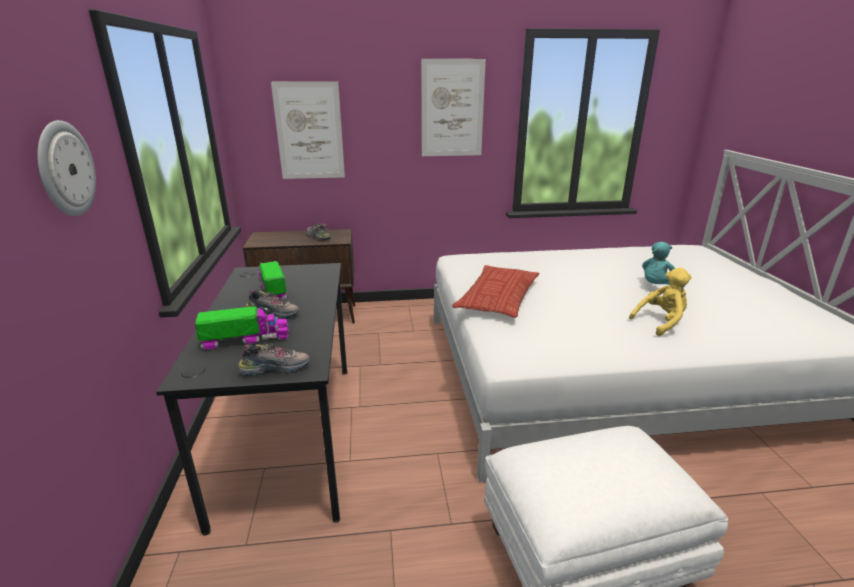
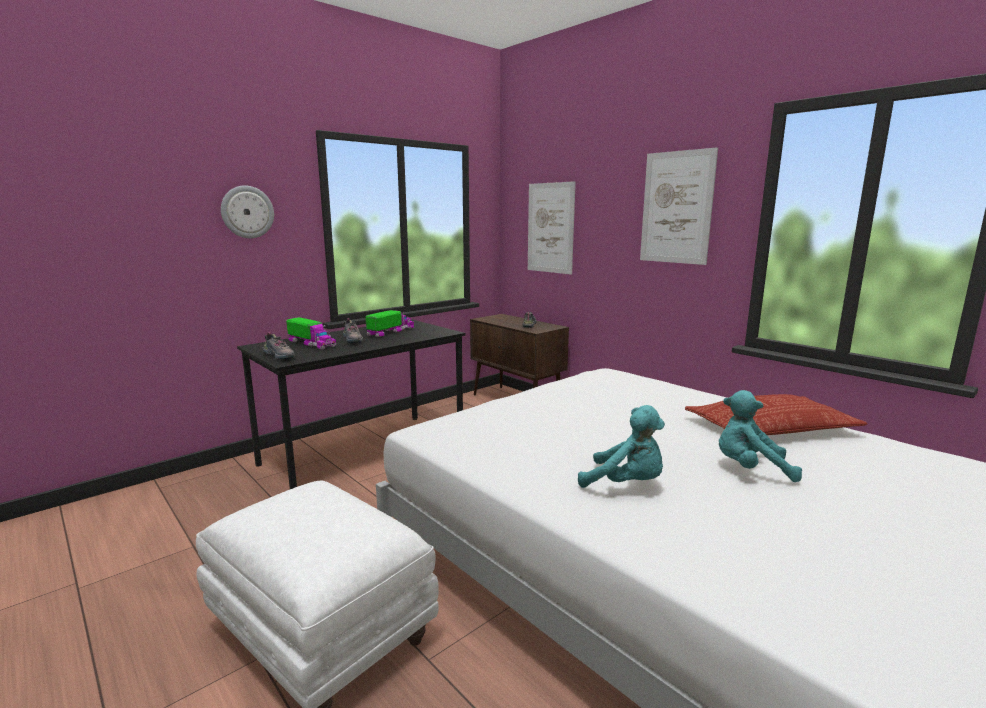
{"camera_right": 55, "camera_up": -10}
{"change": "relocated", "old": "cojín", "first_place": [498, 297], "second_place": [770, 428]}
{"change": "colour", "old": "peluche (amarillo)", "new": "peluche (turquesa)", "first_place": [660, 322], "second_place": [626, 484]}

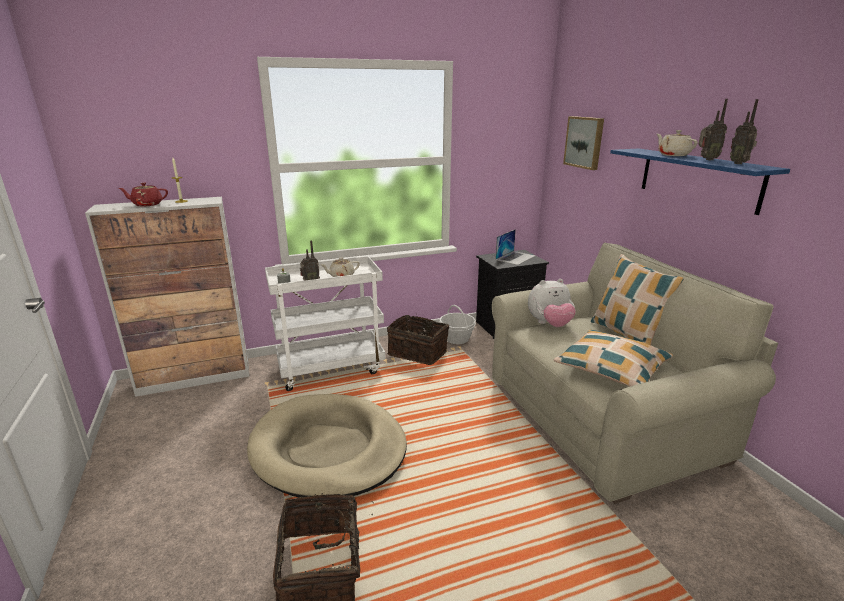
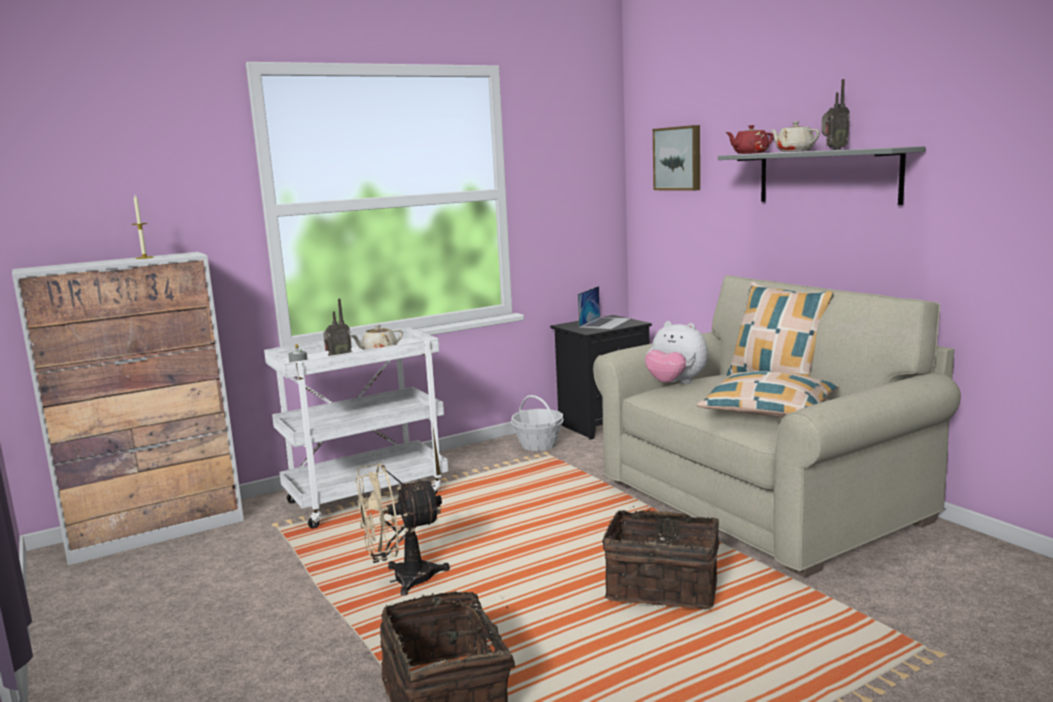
{"camera_right": -10, "camera_up": -10}
{"change": "missing", "old": "radio", "first_place": [739, 163]}
{"change": "relocated", "old": "tetera (rojo)", "first_place": [147, 204], "second_place": [750, 153]}
{"change": "relocated", "old": "cesta", "first_place": [418, 352], "second_place": [662, 587]}
{"change": "exchanged", "old": "cama para perro (beis)", "new": "ventilador (beis)", "first_place": [328, 449], "second_place": [402, 580]}
{"change": "colour", "old": "estante (azul)", "new": "estante (gris)", "first_place": [698, 178], "second_place": [827, 176]}
{"change": "spun", "old": "peluche", "first_place": [549, 324], "second_place": [675, 384], "degrees": 60}

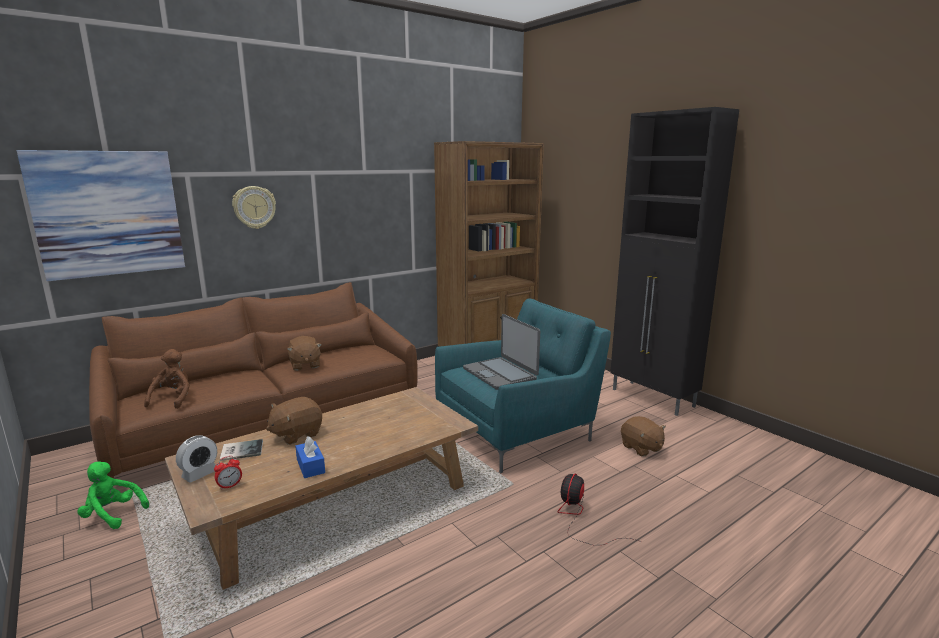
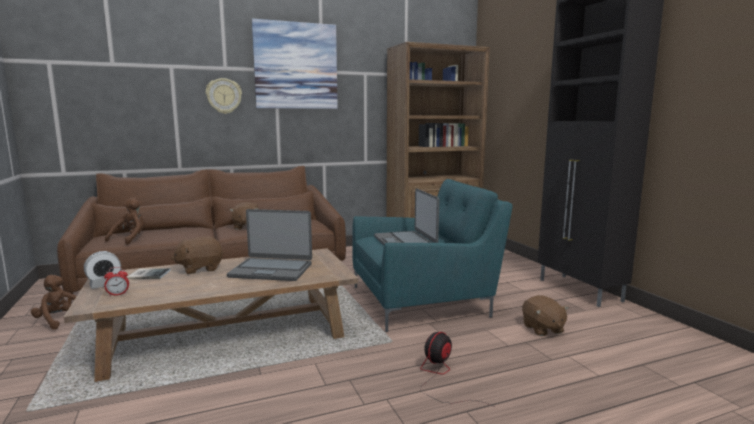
{"camera_right": 15, "camera_up": -5}
{"change": "missing", "old": "caja de pañuelos (azul)", "first_place": [310, 466]}
{"change": "appeared", "new": "portátil", "second_place": [271, 270]}
{"change": "relocated", "old": "cuadro", "first_place": [108, 213], "second_place": [296, 66]}
{"change": "colour", "old": "peluche (verde)", "new": "peluche (marrón)", "first_place": [112, 515], "second_place": [60, 321]}

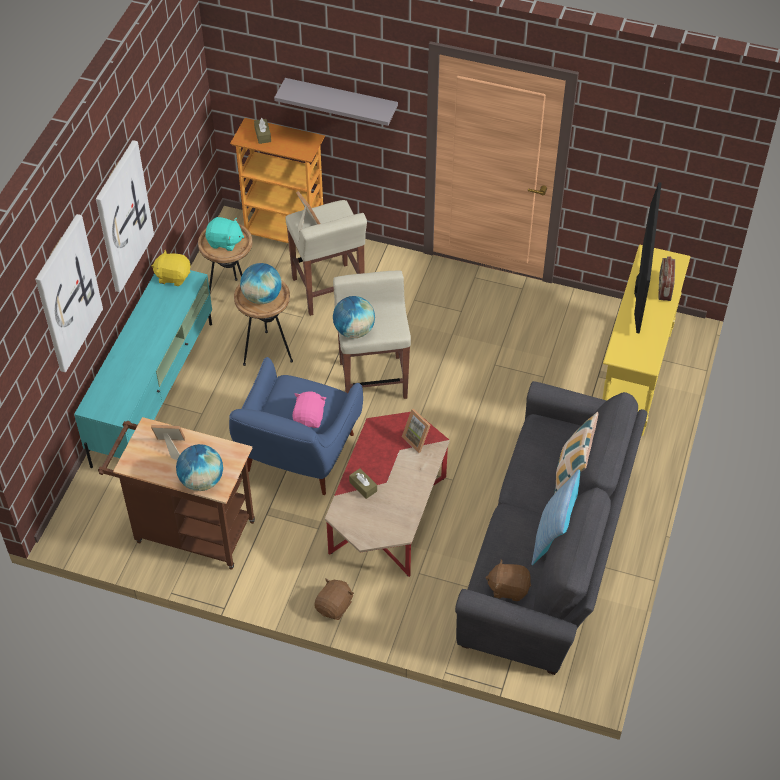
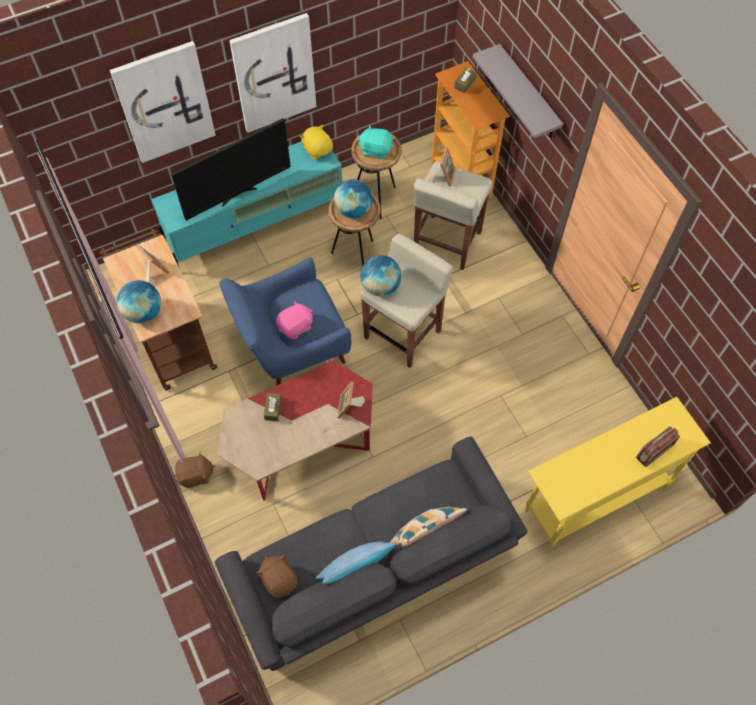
{"camera_right": 45, "camera_up": 10}
{"change": "relocated", "old": "televisor", "first_place": [640, 288], "second_place": [238, 195]}
{"change": "spun", "old": "peluche (turquesa)", "first_place": [224, 242], "second_place": [376, 150], "degrees": 135}

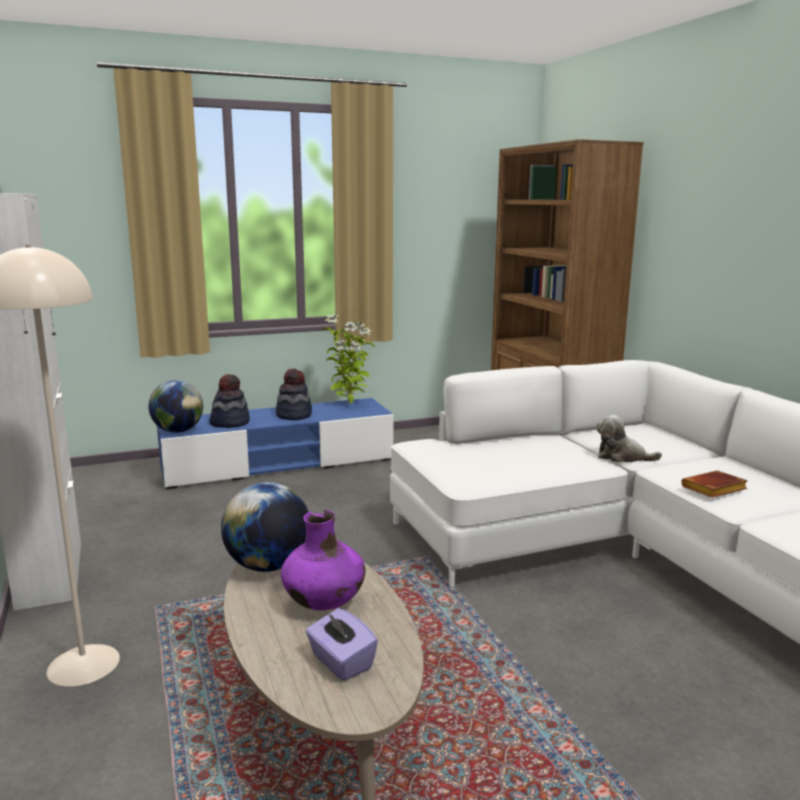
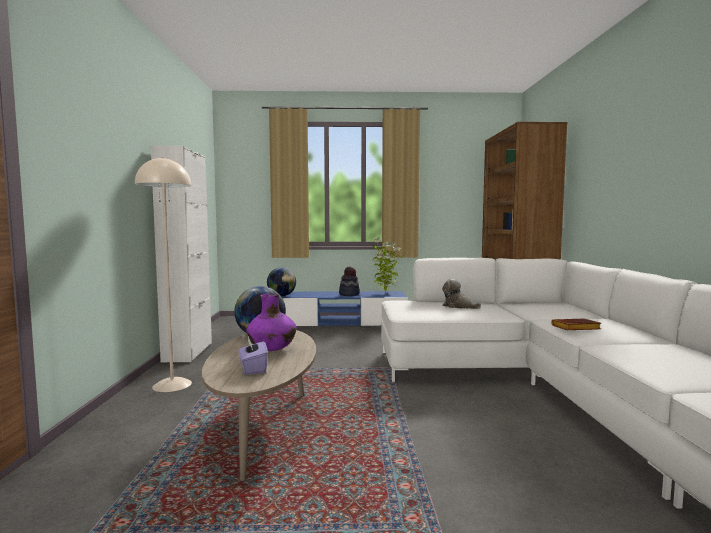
{"camera_right": 20, "camera_up": -10}
{"change": "missing", "old": "sombrero", "first_place": [230, 423]}
{"change": "relocated", "old": "peluche", "first_place": [622, 457], "second_place": [458, 306]}

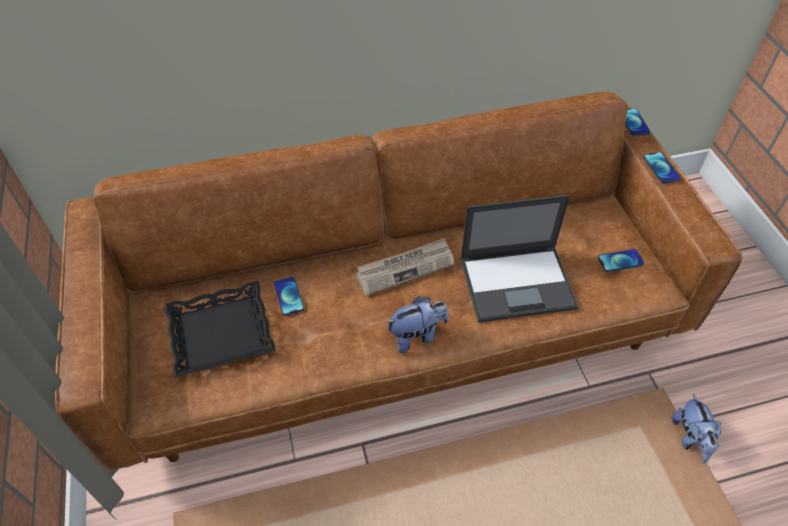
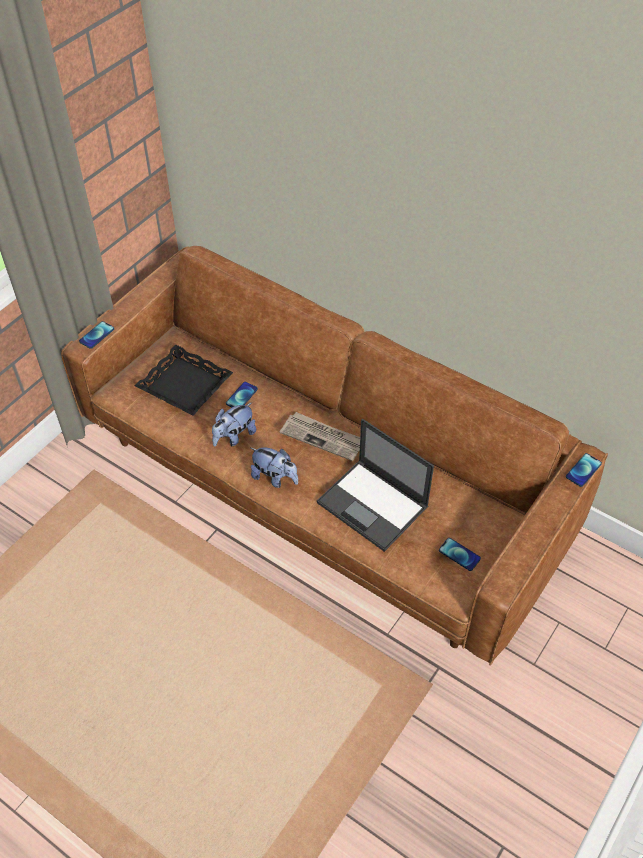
{"camera_right": 50, "camera_up": 0}
{"change": "relocated", "old": "móvil", "first_place": [661, 168], "second_place": [97, 335]}
{"change": "relocated", "old": "peluche", "first_place": [690, 438], "second_place": [234, 436]}

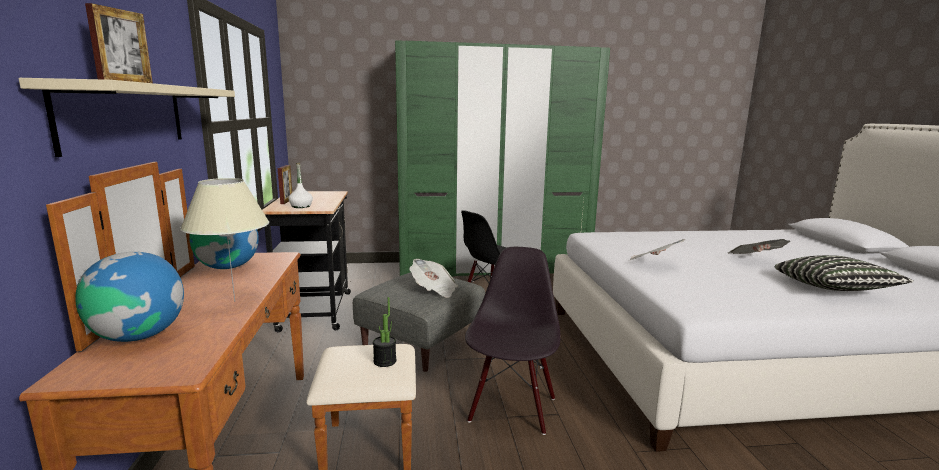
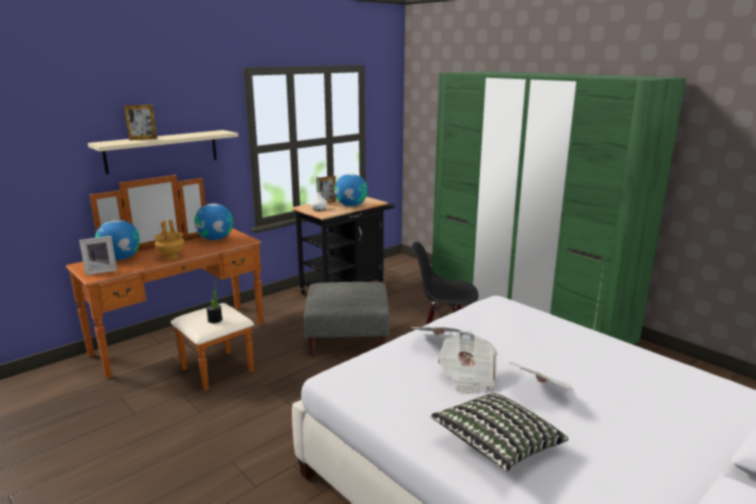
{"camera_right": 55, "camera_up": 5}
{"change": "missing", "old": "silla (negro)", "first_place": [511, 408]}
{"change": "appeared", "new": "portarretratos", "second_place": [101, 271]}
{"change": "appeared", "new": "globo terráqueo", "second_place": [351, 205]}
{"change": "relocated", "old": "periódico", "first_place": [434, 290], "second_place": [467, 377]}
{"change": "exchanged", "old": "lámpara de mesa (beis)", "new": "florero (marrón)", "first_place": [235, 301], "second_place": [171, 257]}

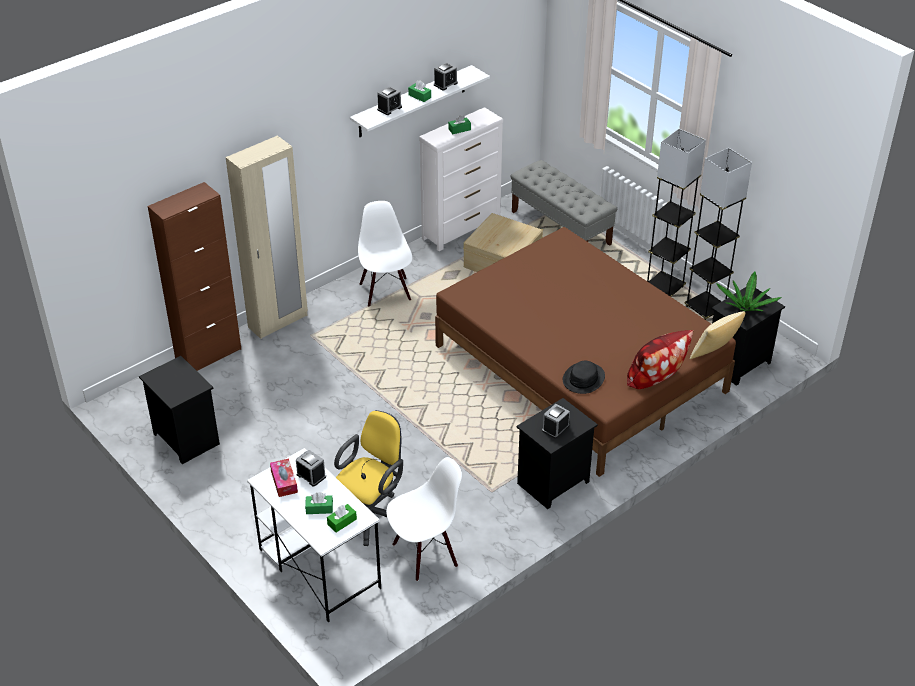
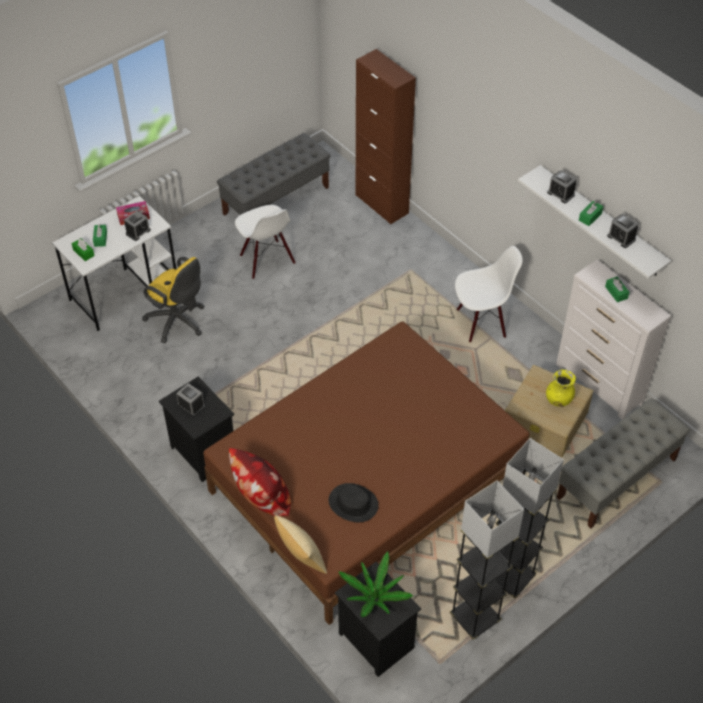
{"camera_right": 90, "camera_up": 10}
{"change": "missing", "old": "armario ropero (beis)", "first_place": [278, 321]}
{"change": "appeared", "new": "florero (amarillo)", "second_place": [558, 400]}
{"change": "relocated", "old": "silla (blanco)", "first_place": [425, 554], "second_place": [266, 260]}
{"change": "relocated", "old": "sombrero (negro)", "first_place": [583, 379], "second_place": [353, 503]}
{"change": "exchanged", "old": "mesita de noche (negro)", "new": "banco (gris)", "first_place": [185, 439], "second_place": [276, 200]}

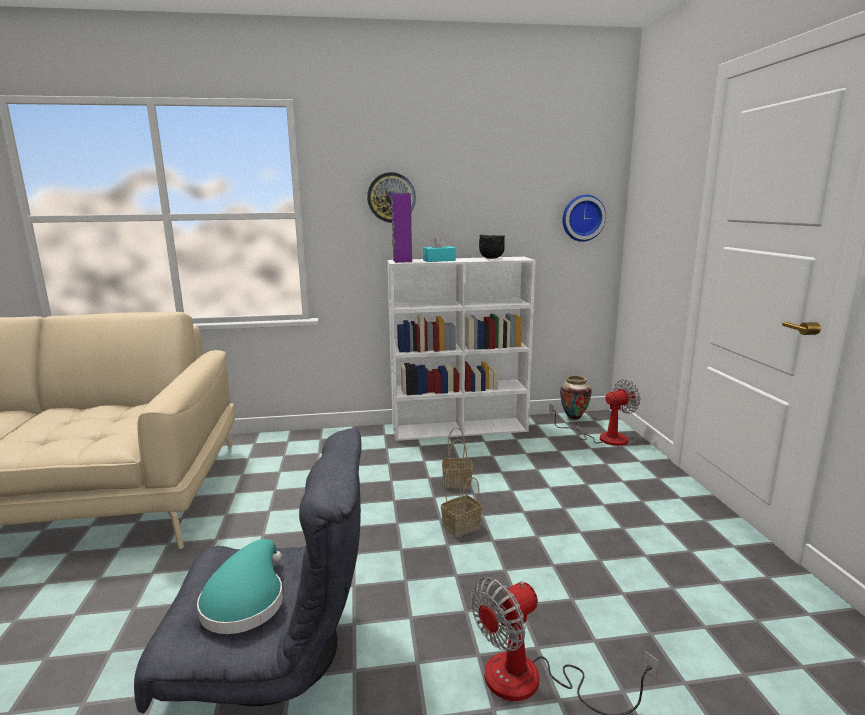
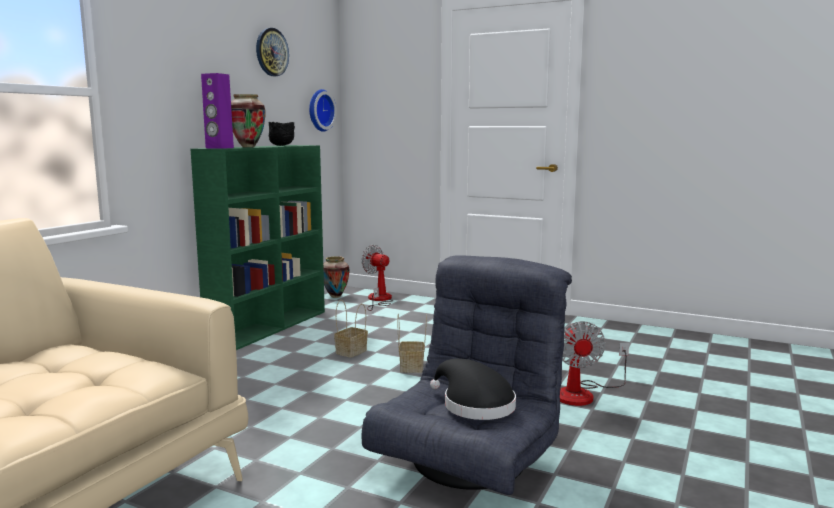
{"camera_right": -55, "camera_up": -5}
{"change": "relocated", "old": "reloj de pared", "first_place": [391, 197], "second_place": [271, 52]}
{"change": "exchanged", "old": "caja de pañuelos (turquesa)", "new": "florero", "first_place": [439, 260], "second_place": [248, 147]}
{"change": "colour", "old": "sombrero (turquesa)", "new": "sombrero (negro)", "first_place": [246, 600], "second_place": [474, 405]}
{"change": "colour", "old": "estantería (blanco)", "new": "estantería (verde)", "first_place": [461, 429], "second_place": [269, 326]}
{"change": "spun", "old": "ventilador", "first_place": [602, 438], "second_place": [379, 300], "degrees": -60}

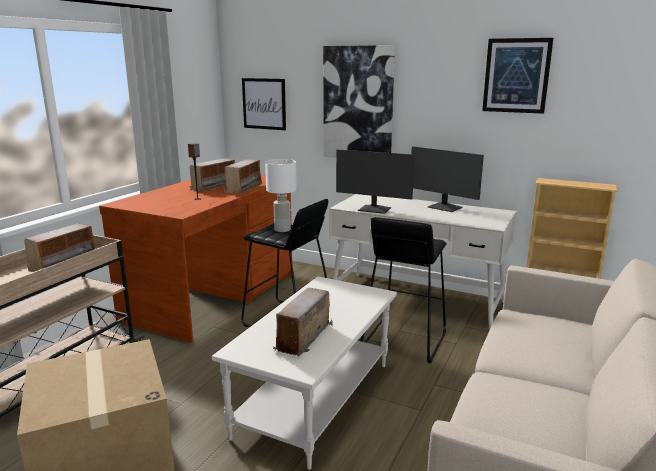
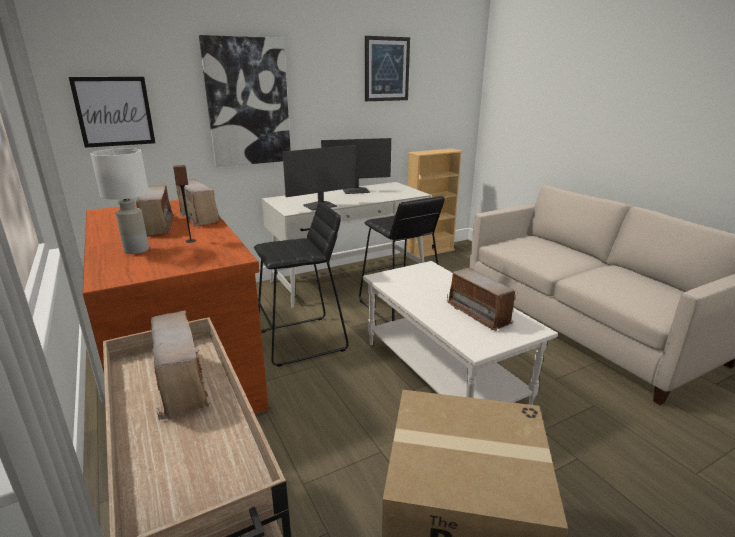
{"camera_right": -55, "camera_up": 5}
{"change": "relocated", "old": "lámpara de mesa (blanco)", "first_place": [283, 229], "second_place": [137, 250]}

